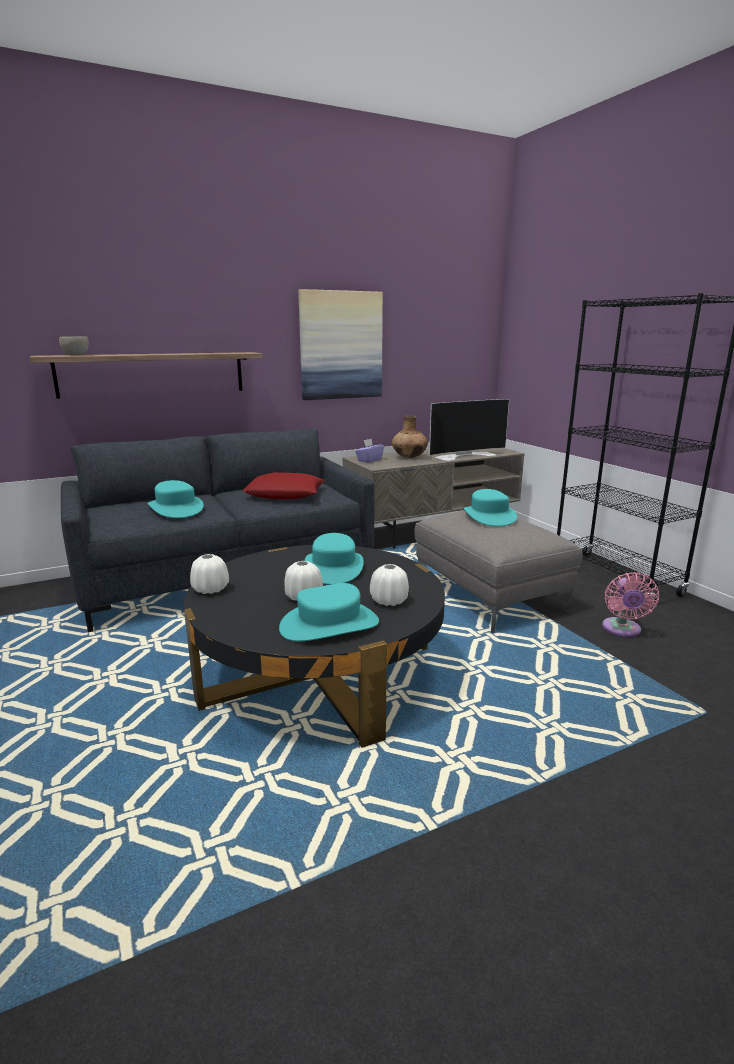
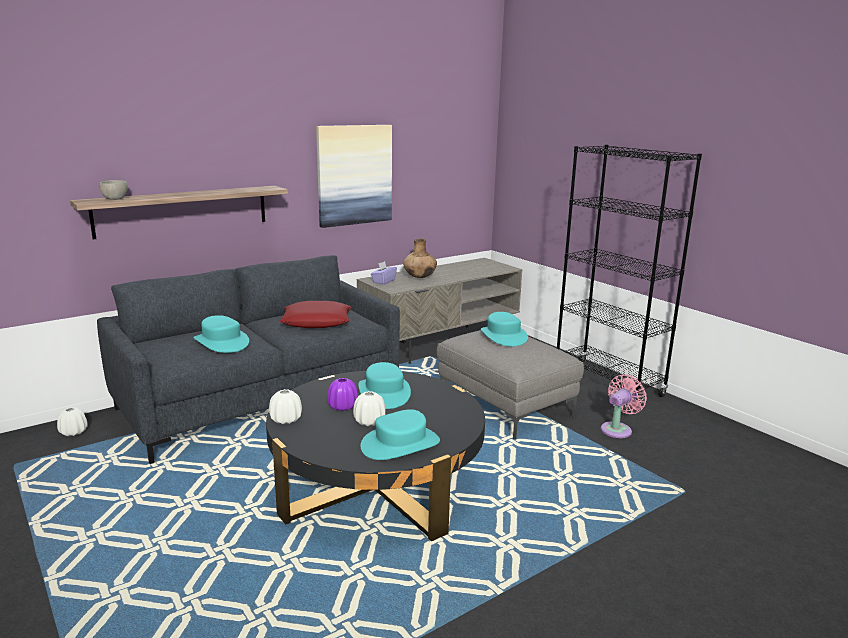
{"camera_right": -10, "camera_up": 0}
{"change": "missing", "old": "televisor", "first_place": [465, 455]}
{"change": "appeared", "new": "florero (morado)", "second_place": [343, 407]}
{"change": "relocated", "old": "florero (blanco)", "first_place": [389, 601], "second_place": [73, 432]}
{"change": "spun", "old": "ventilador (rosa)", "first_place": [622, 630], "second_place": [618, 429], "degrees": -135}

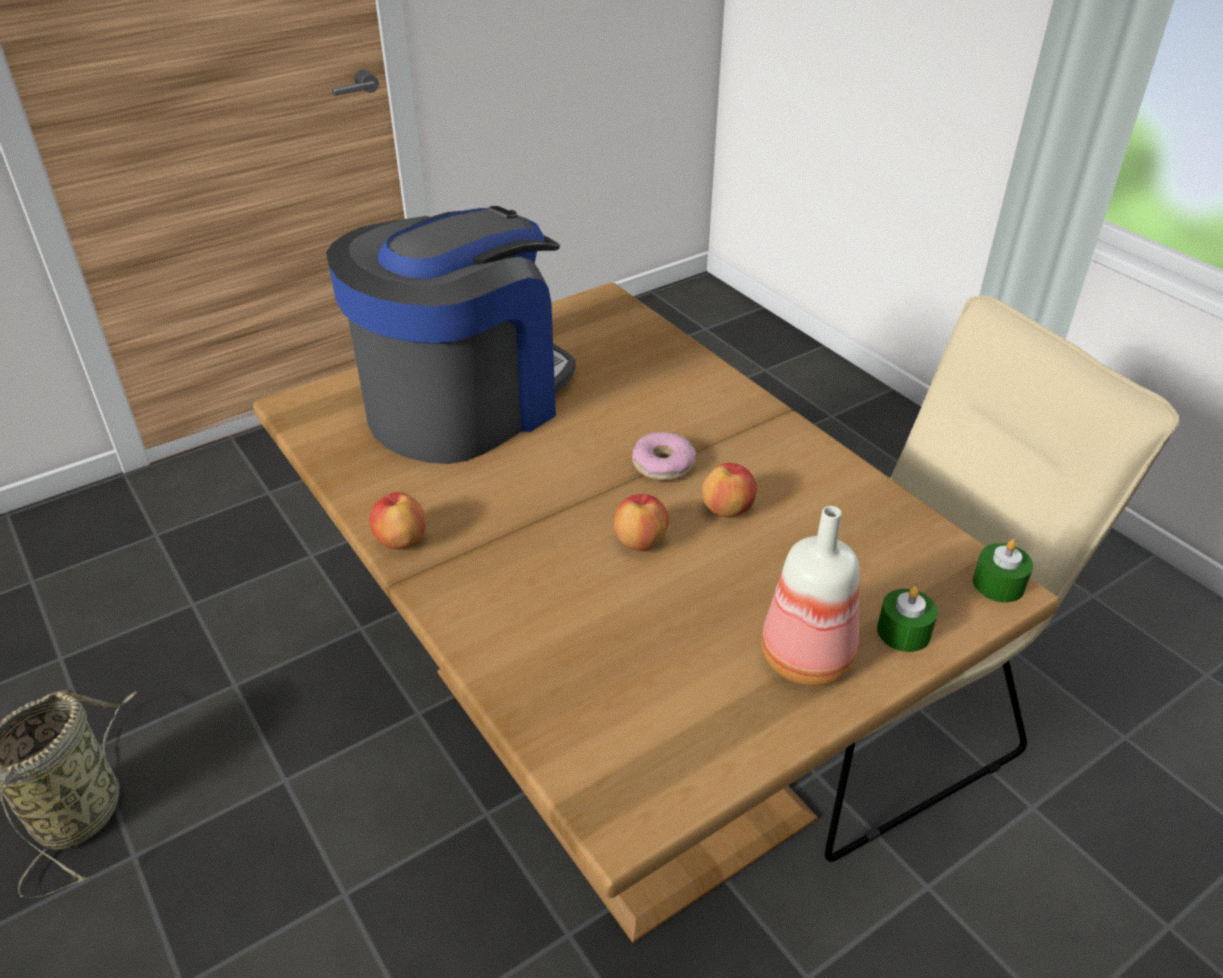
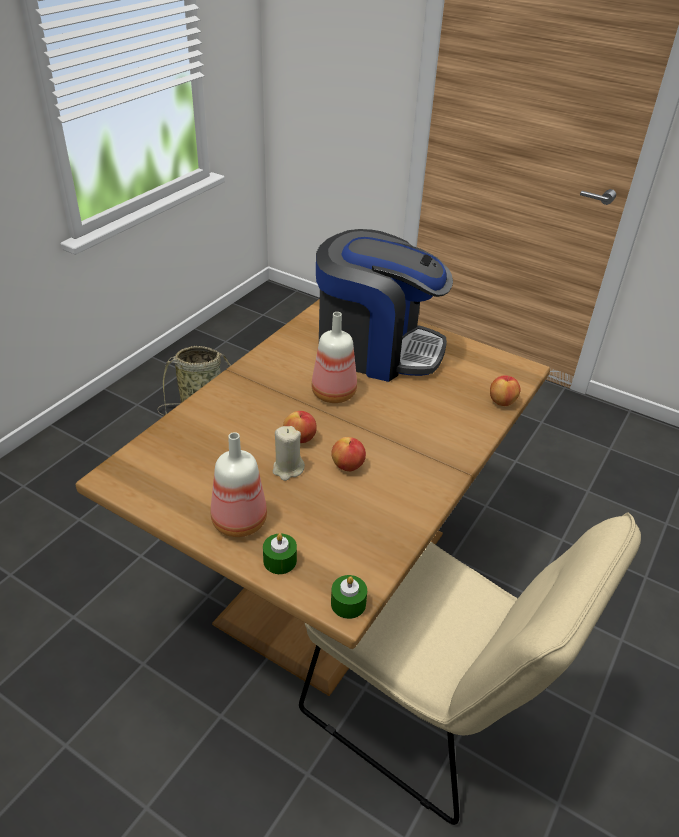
{"camera_right": 65, "camera_up": 0}
{"change": "missing", "old": "rosquilla", "first_place": [663, 464]}
{"change": "appeared", "new": "vela (beis)", "second_place": [288, 469]}
{"change": "appeared", "new": "botella", "second_place": [334, 394]}
{"change": "relocated", "old": "manzana", "first_place": [401, 540], "second_place": [502, 402]}

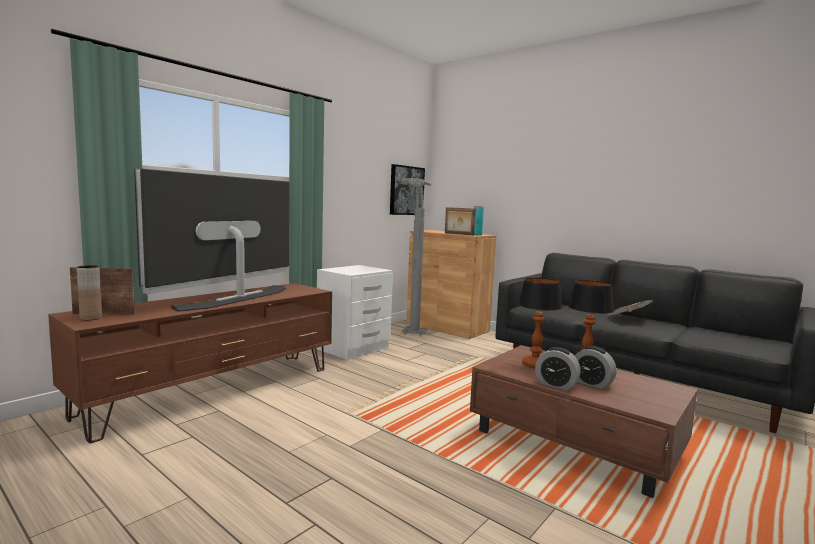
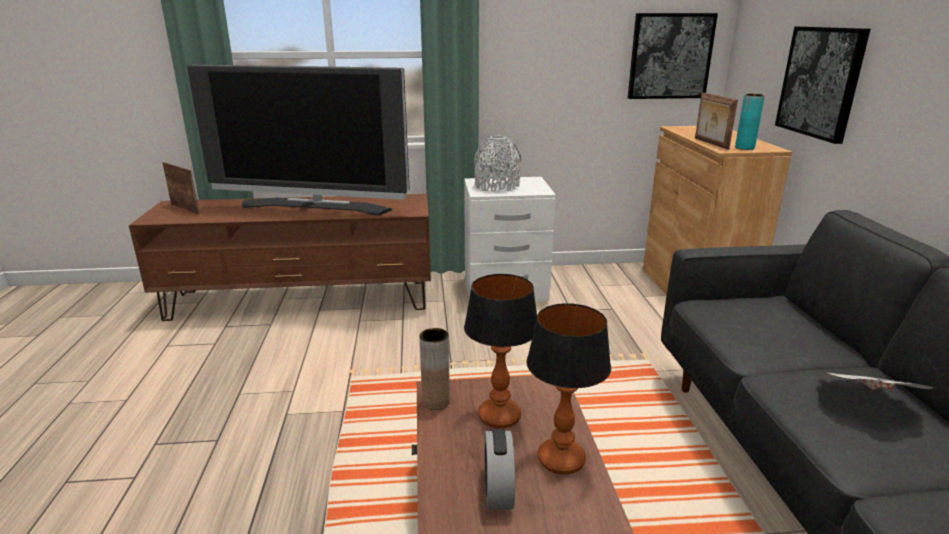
{"camera_right": 45, "camera_up": 15}
{"change": "missing", "old": "lámpara de pie (gris)", "first_place": [411, 337]}
{"change": "missing", "old": "despertador", "first_place": [556, 385]}
{"change": "appeared", "new": "florero (gris)", "second_place": [497, 186]}
{"change": "appeared", "new": "cuadro", "second_place": [820, 82]}
{"change": "relocated", "old": "florero (marrón)", "first_place": [91, 318], "second_place": [436, 402]}
{"change": "spun", "old": "televisor", "first_place": [234, 297], "second_place": [315, 207], "degrees": -150}

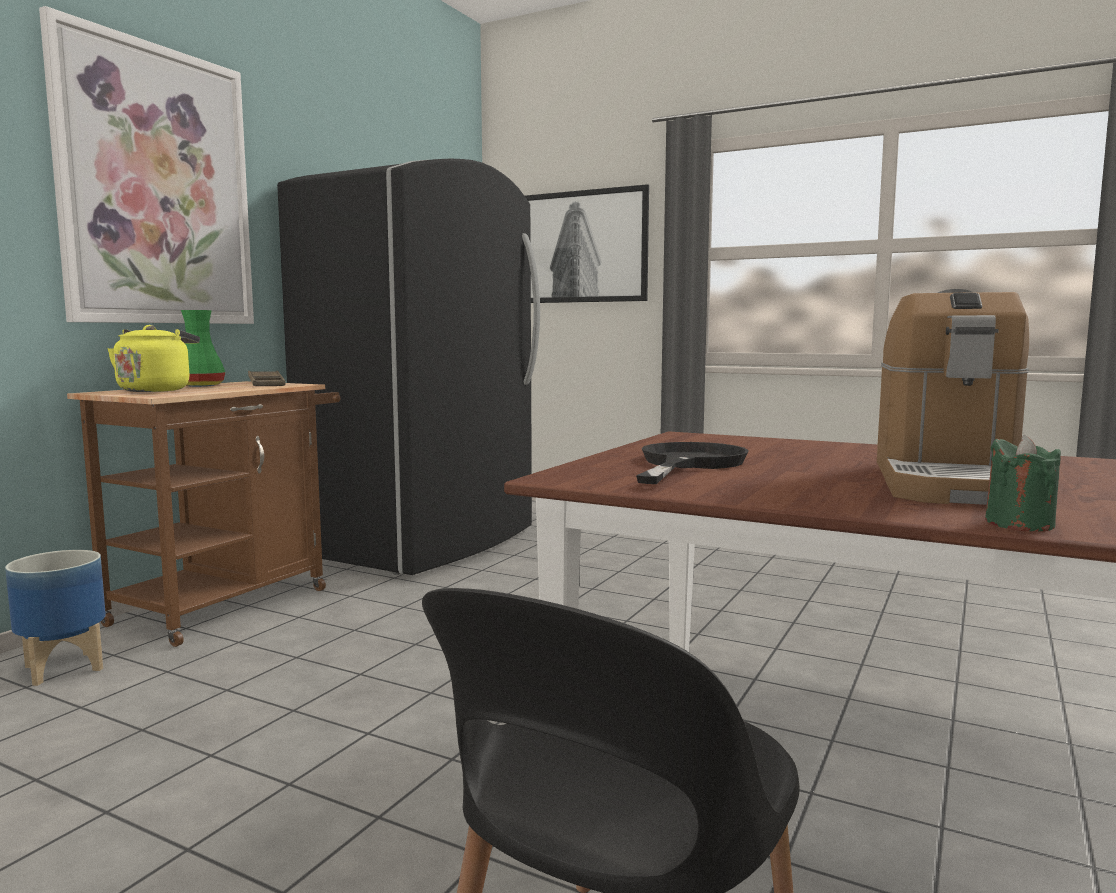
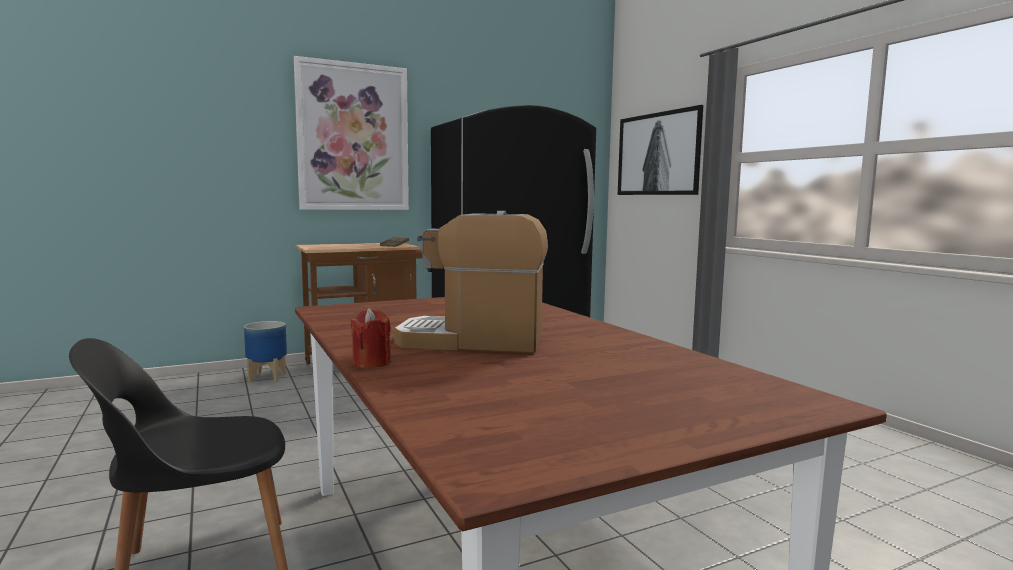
{"camera_right": 35, "camera_up": 0}
{"change": "missing", "old": "hervidor (amarillo)", "first_place": [156, 390]}
{"change": "missing", "old": "florero (verde)", "first_place": [201, 385]}
{"change": "missing", "old": "sartén (negro)", "first_place": [688, 464]}
{"change": "colour", "old": "vela (verde)", "new": "vela (rojo)", "first_place": [1019, 524], "second_place": [371, 363]}
{"change": "spun", "old": "cafetera", "first_place": [948, 482], "second_place": [473, 341], "degrees": 45}

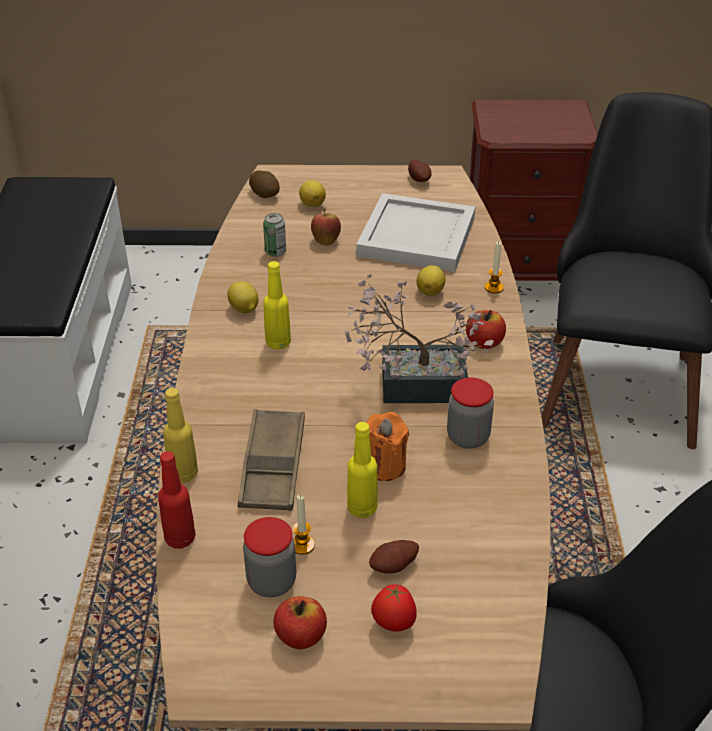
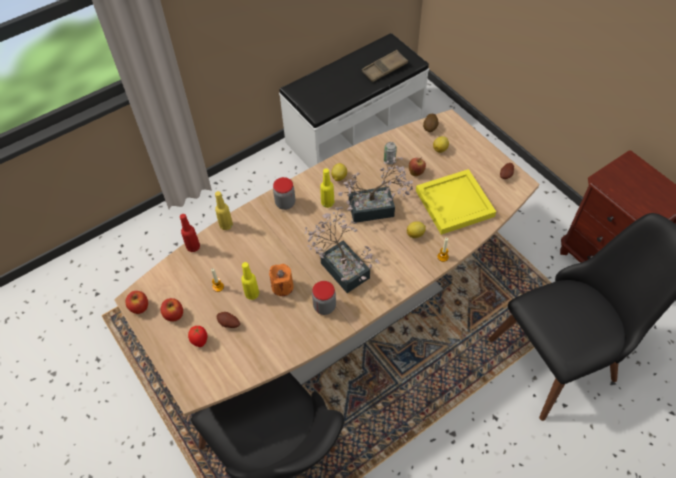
{"camera_right": 55, "camera_up": 15}
{"change": "appeared", "new": "planta en maceta", "second_place": [377, 208]}
{"change": "relocated", "old": "bandeja (marrón)", "first_place": [273, 466], "second_place": [384, 69]}
{"change": "relocated", "old": "tarro", "first_place": [271, 582], "second_place": [285, 203]}
{"change": "relocated", "old": "manzana", "first_place": [484, 342], "second_place": [139, 307]}
{"change": "colour", "old": "bandeja (blanco)", "new": "bandeja (amarillo)", "first_place": [414, 237], "second_place": [453, 203]}

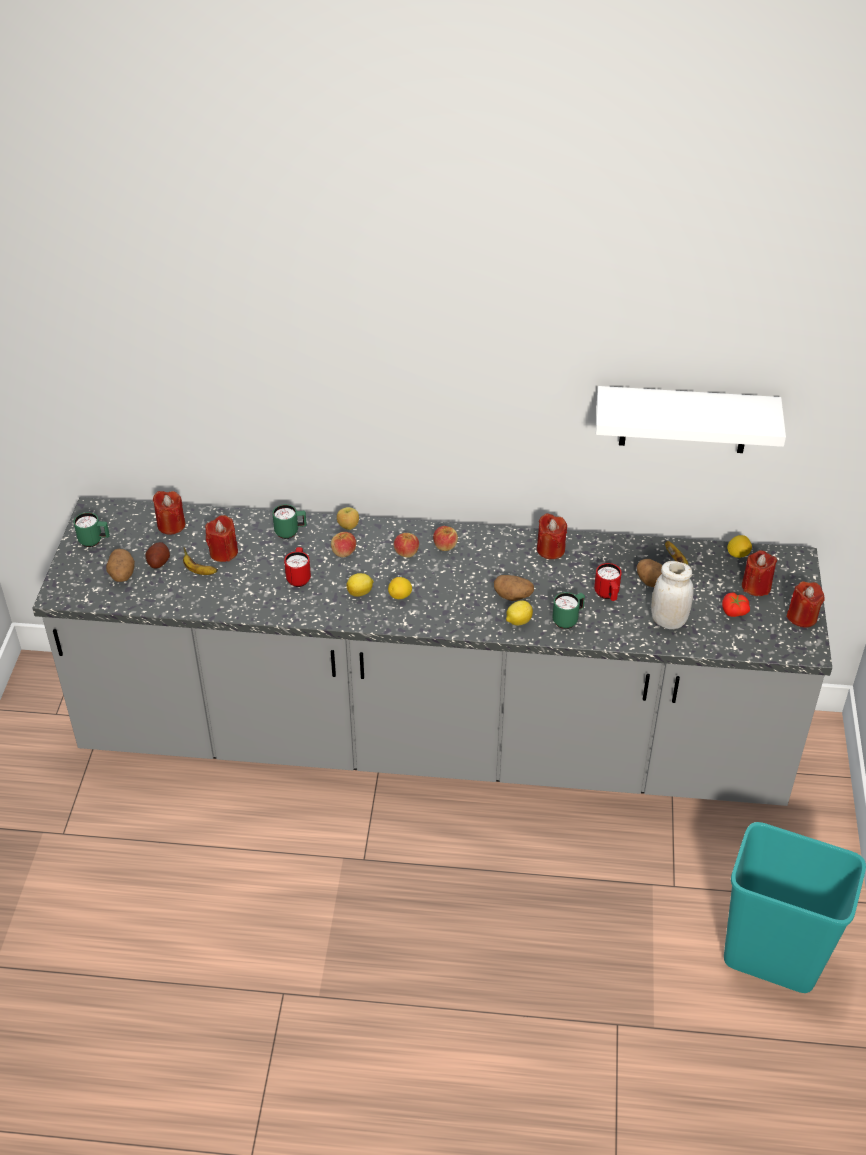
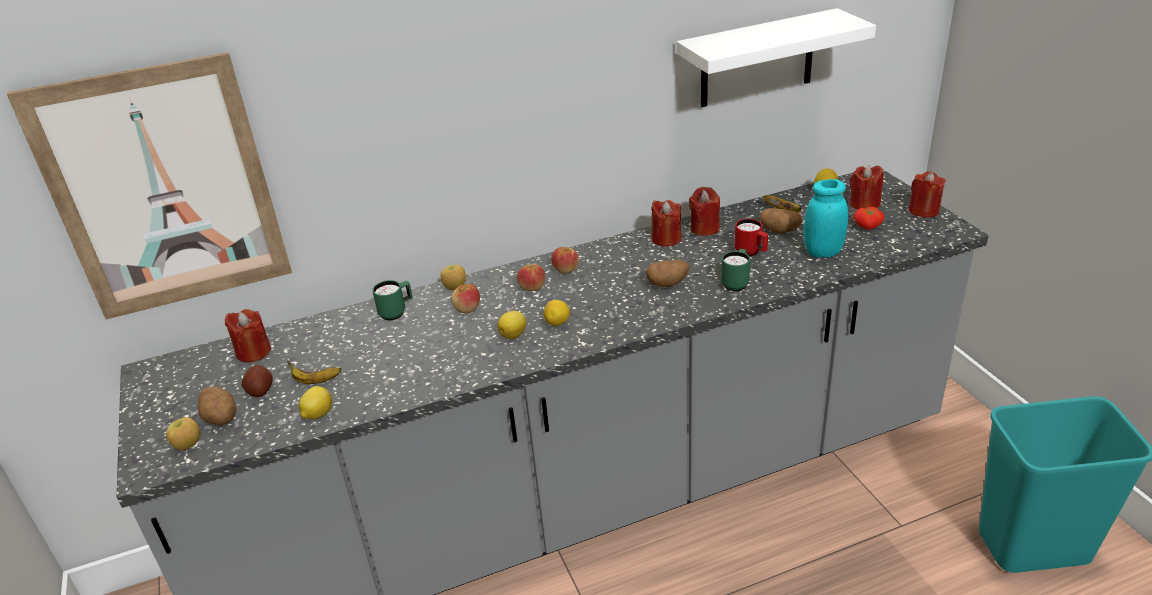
{"camera_right": -25, "camera_up": -10}
{"change": "missing", "old": "taza grande (verde)", "first_place": [94, 541]}
{"change": "missing", "old": "taza grande (rojo)", "first_place": [299, 577]}
{"change": "appeared", "new": "cuadro", "second_place": [164, 190]}
{"change": "appeared", "new": "manzana", "second_place": [188, 445]}
{"change": "relocated", "old": "vela (rojo)", "first_place": [223, 552], "second_place": [704, 228]}
{"change": "relocated", "old": "limón", "first_place": [518, 621], "second_place": [317, 414]}
{"change": "colour", "old": "tarro (blanco)", "new": "tarro (turquesa)", "first_place": [668, 621], "second_place": [823, 252]}

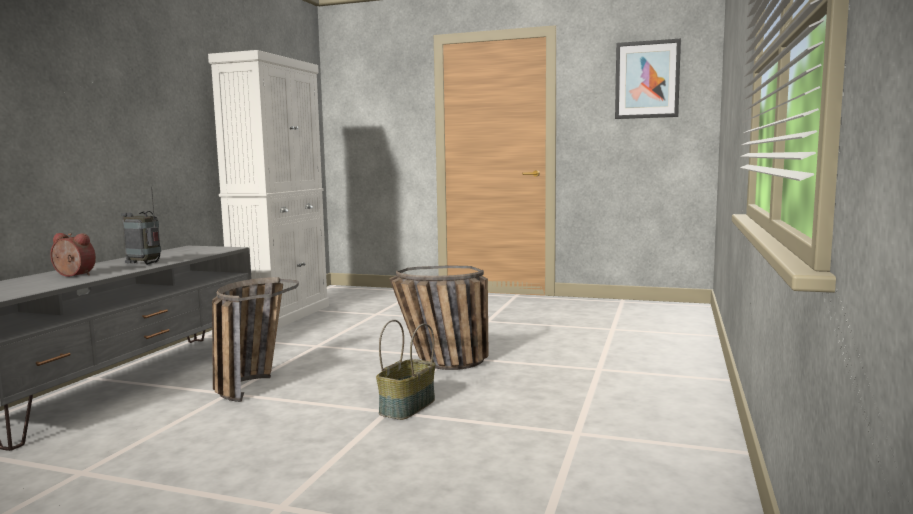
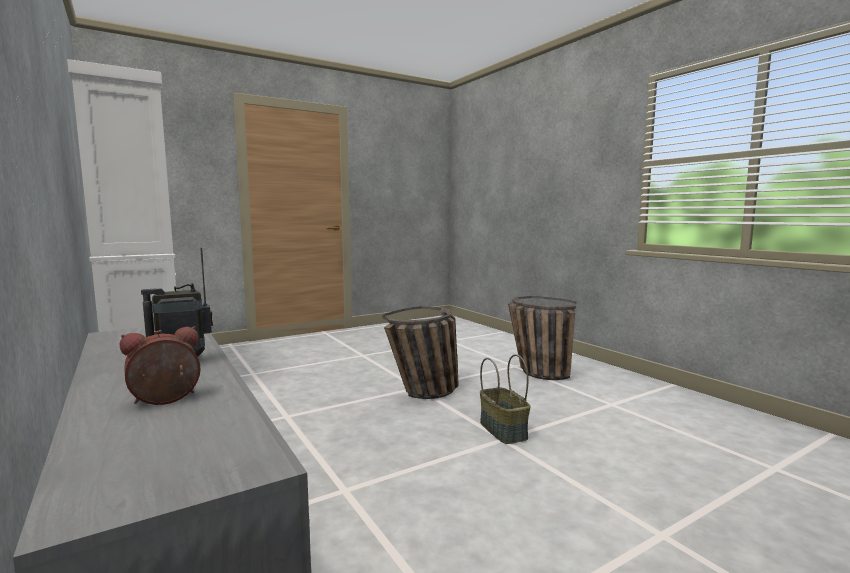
{"camera_right": -50, "camera_up": 0}
{"change": "missing", "old": "cuadro", "first_place": [647, 80]}
{"change": "relocated", "old": "cesta", "first_place": [252, 383], "second_place": [534, 371]}

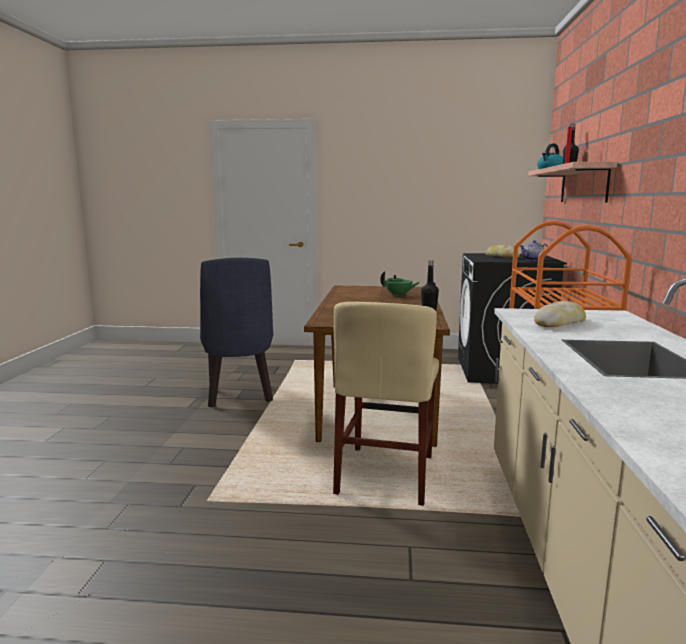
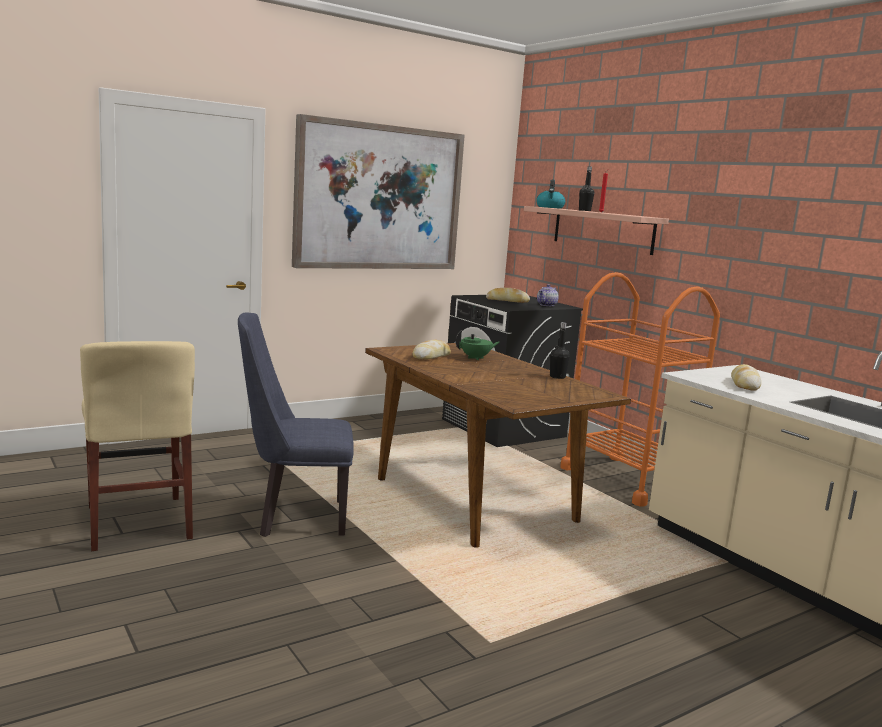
{"camera_right": -40, "camera_up": 0}
{"change": "appeared", "new": "cuadro", "second_place": [379, 197]}
{"change": "appeared", "new": "pan", "second_place": [431, 356]}
{"change": "relocated", "old": "silla (beis)", "first_place": [386, 474], "second_place": [138, 522]}
{"change": "spun", "old": "silla (azul)", "first_place": [239, 397], "second_place": [293, 517], "degrees": 135}

